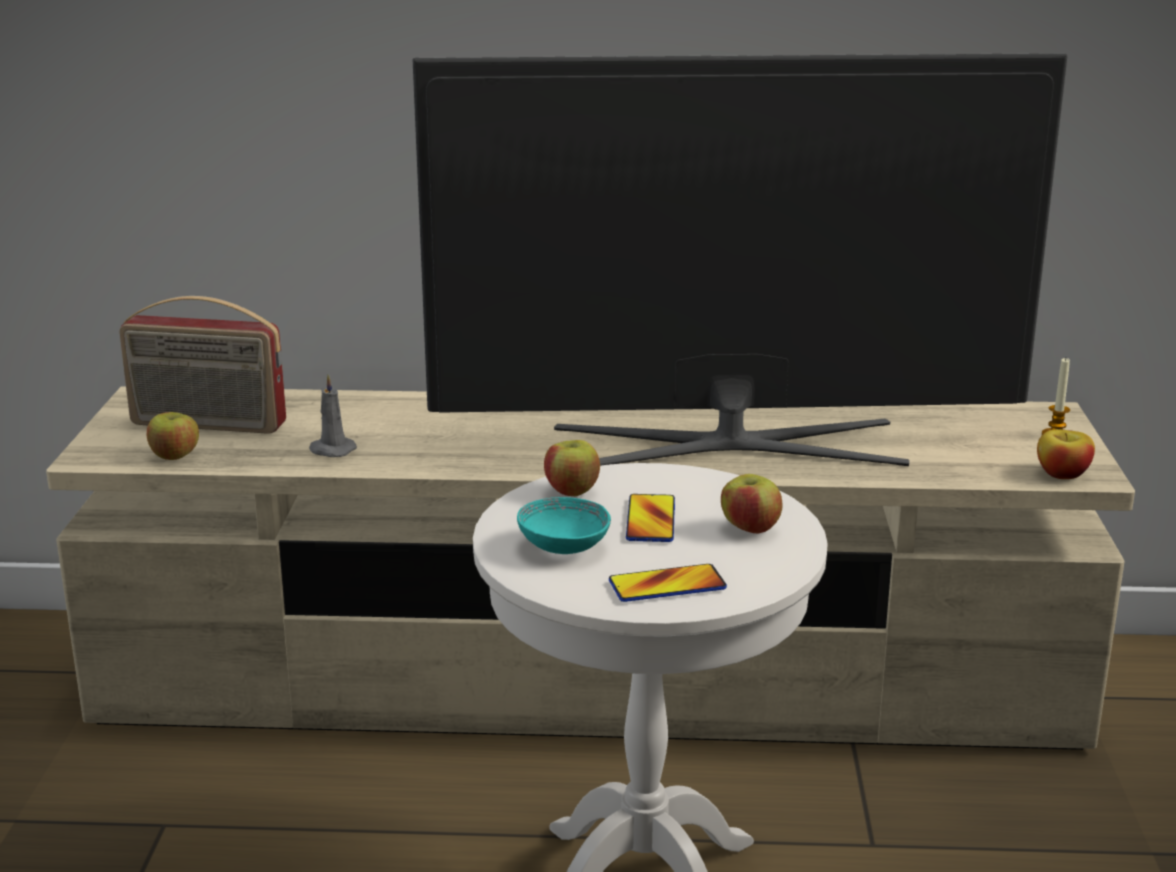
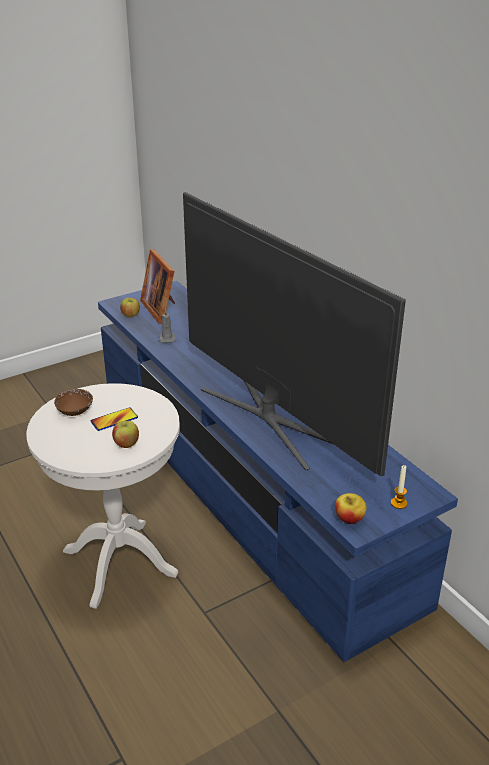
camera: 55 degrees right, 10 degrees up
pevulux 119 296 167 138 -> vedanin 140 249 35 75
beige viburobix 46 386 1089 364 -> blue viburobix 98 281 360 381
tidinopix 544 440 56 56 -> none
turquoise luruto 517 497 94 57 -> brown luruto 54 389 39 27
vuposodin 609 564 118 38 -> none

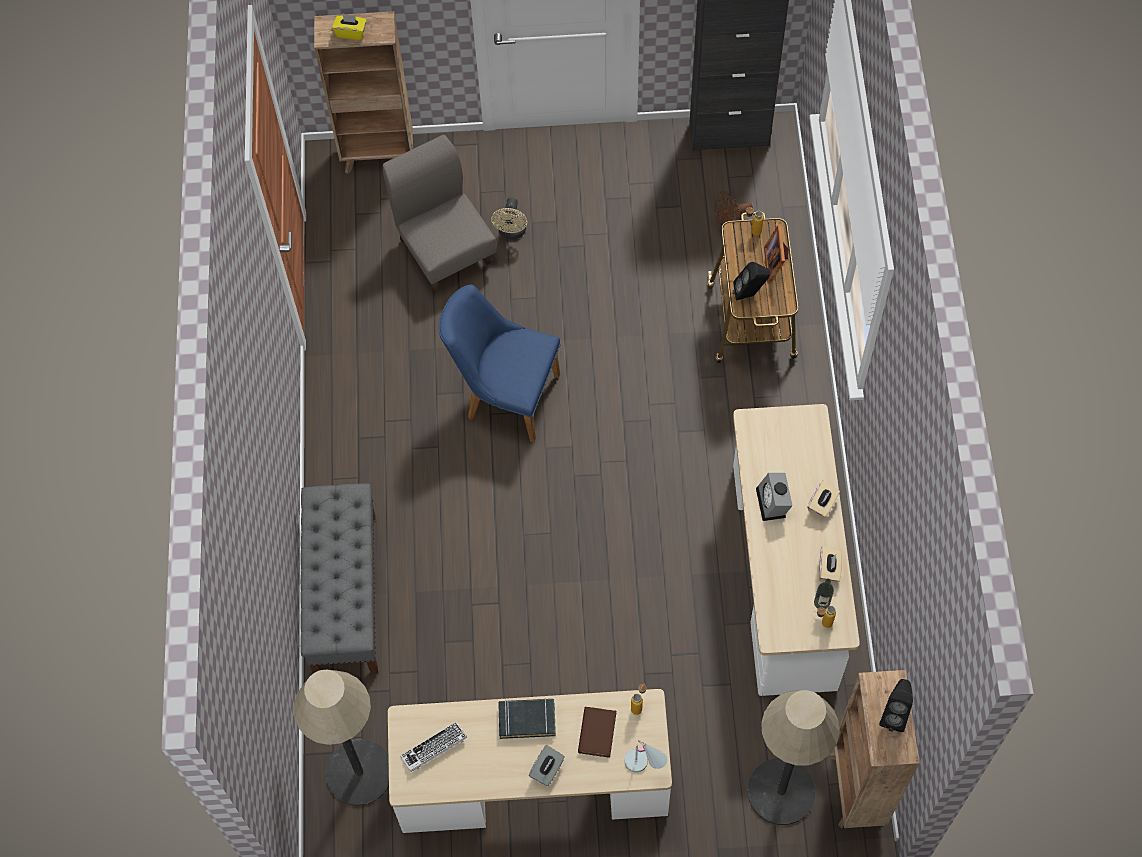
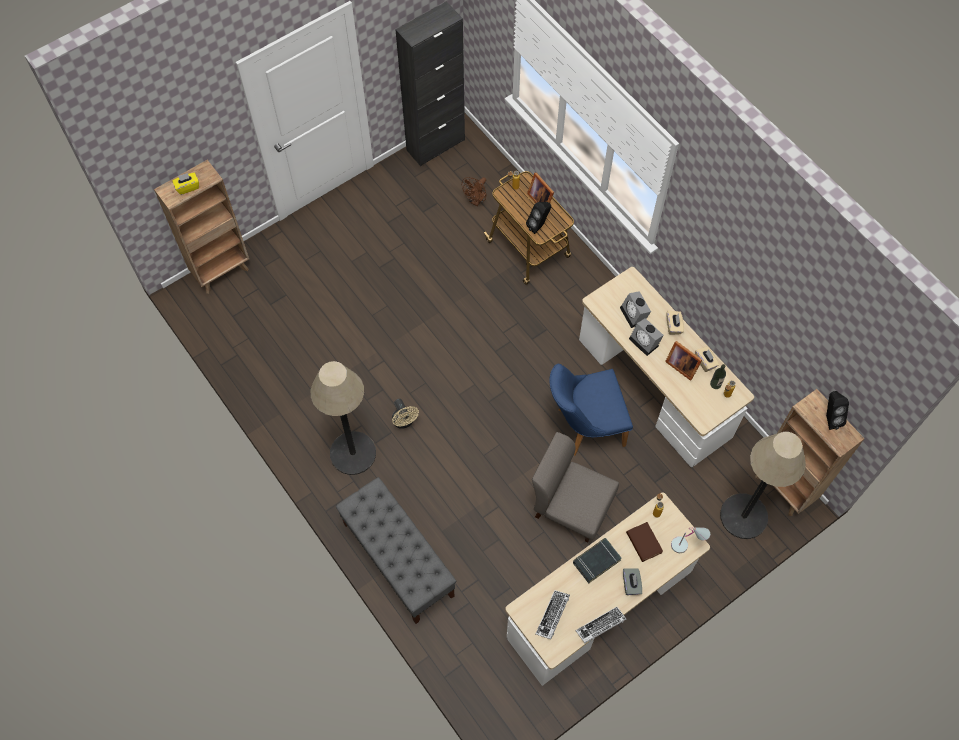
camera: 35 degrees left, 0 degrees up
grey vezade 383 135 114 158 -> grey vezade 532 432 87 110, relocated
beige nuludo 491 197 36 42 -> beige nuludo 392 399 27 30, relocated
blue vezade 439 285 121 157 -> blue vezade 549 363 84 93, relocated
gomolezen 294 670 95 136 -> gomolezen 311 361 65 114, relocated
none -> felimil 620 291 31 37
none -> vedanin 665 341 37 40
none -> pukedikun 575 607 51 36

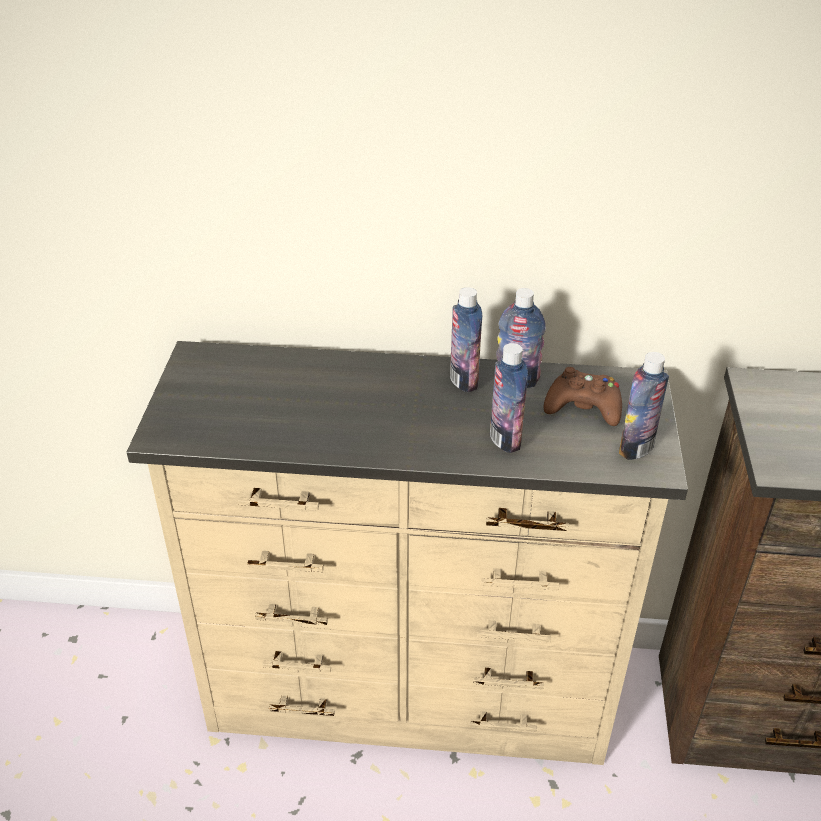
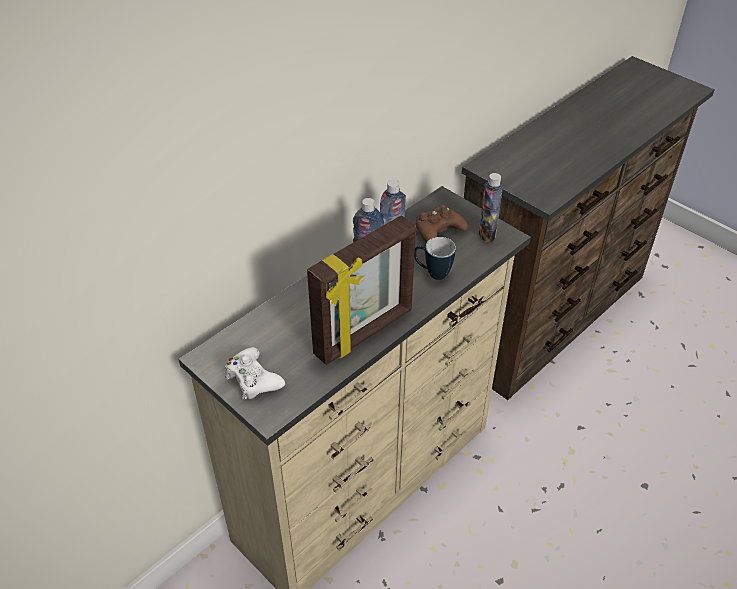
camera: 50 degrees left, 5 degrees up
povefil 490 343 38 110 -> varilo 414 237 42 43
none -> vedanin 307 215 109 150
none -> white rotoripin 225 347 60 53

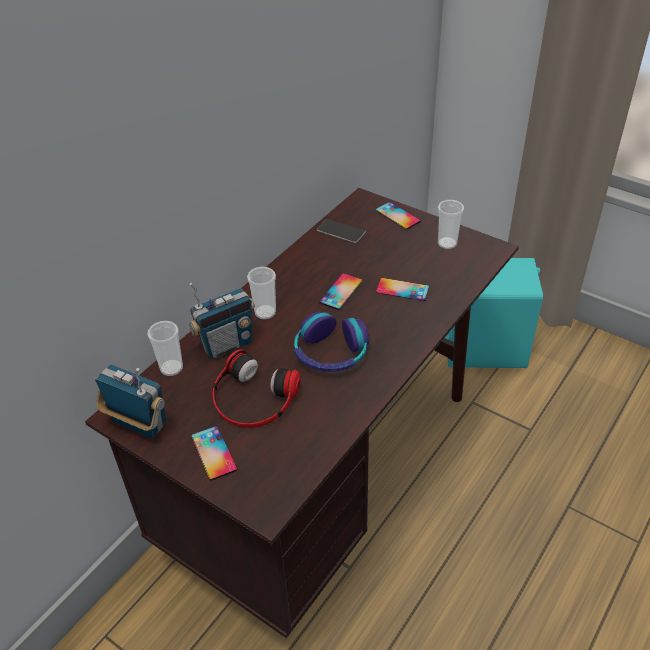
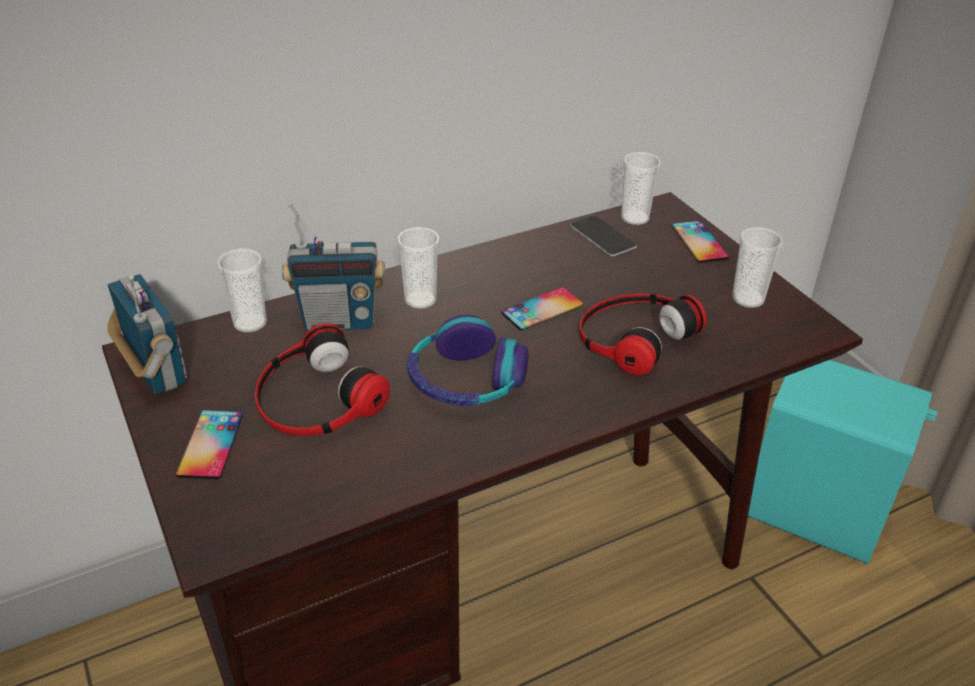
camera: 25 degrees right, 5 degrees down
vuposodin 376 278 53 23 -> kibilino 579 293 128 83
none -> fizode 621 152 40 73

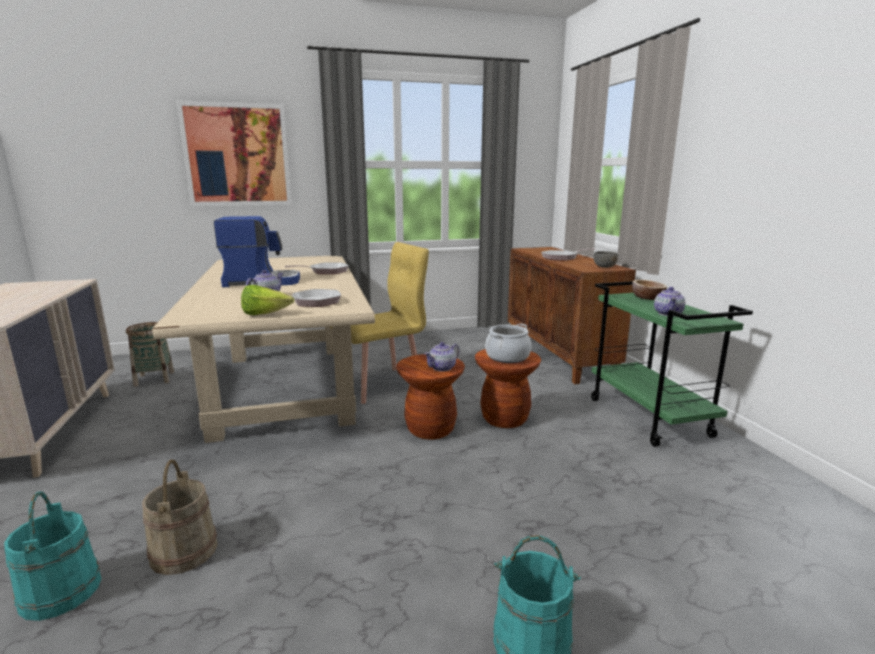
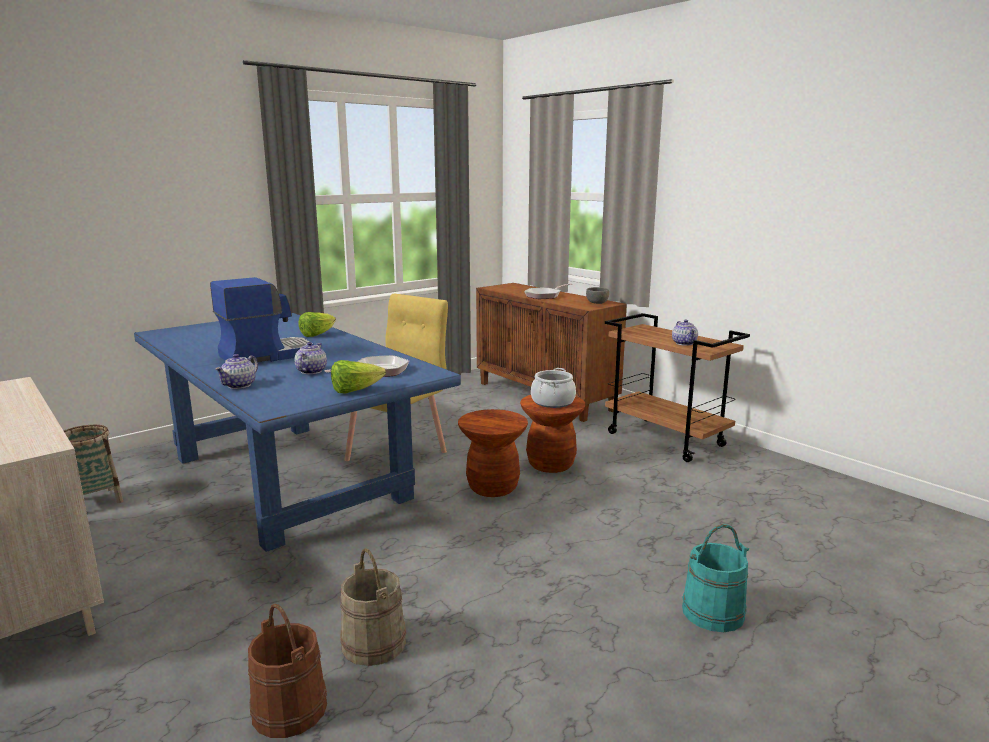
camera: 25 degrees left, 0 degrees up
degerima 176 101 116 105 -> none
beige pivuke 152 256 223 187 -> blue pivuke 134 313 327 239
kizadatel 285 263 64 11 -> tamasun 298 312 38 25
luruto 632 280 35 20 -> none
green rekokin 591 281 162 166 -> brown rekokin 605 313 145 149
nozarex 424 342 36 30 -> nozarex 215 354 43 35, relocated
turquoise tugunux 4 492 98 129 -> brown tugunux 248 604 79 134

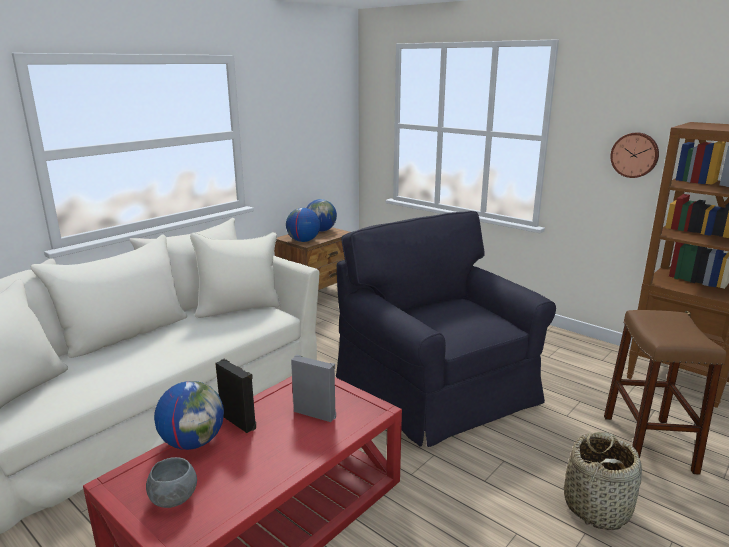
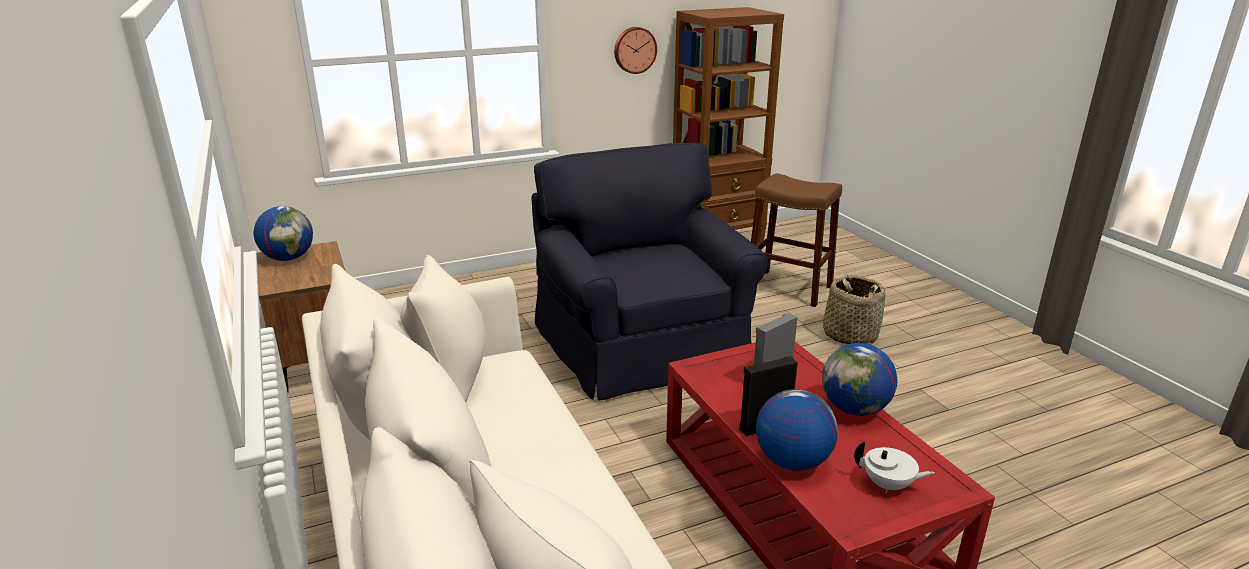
camera: 65 degrees left, 5 degrees up
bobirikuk 286 208 34 34 -> bobirikuk 822 343 75 73, relocated
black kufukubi 336 211 220 236 -> black kufukubi 531 143 237 257, 75 degrees clockwise
grey luruto 146 457 51 51 -> white nozarex 854 441 81 53

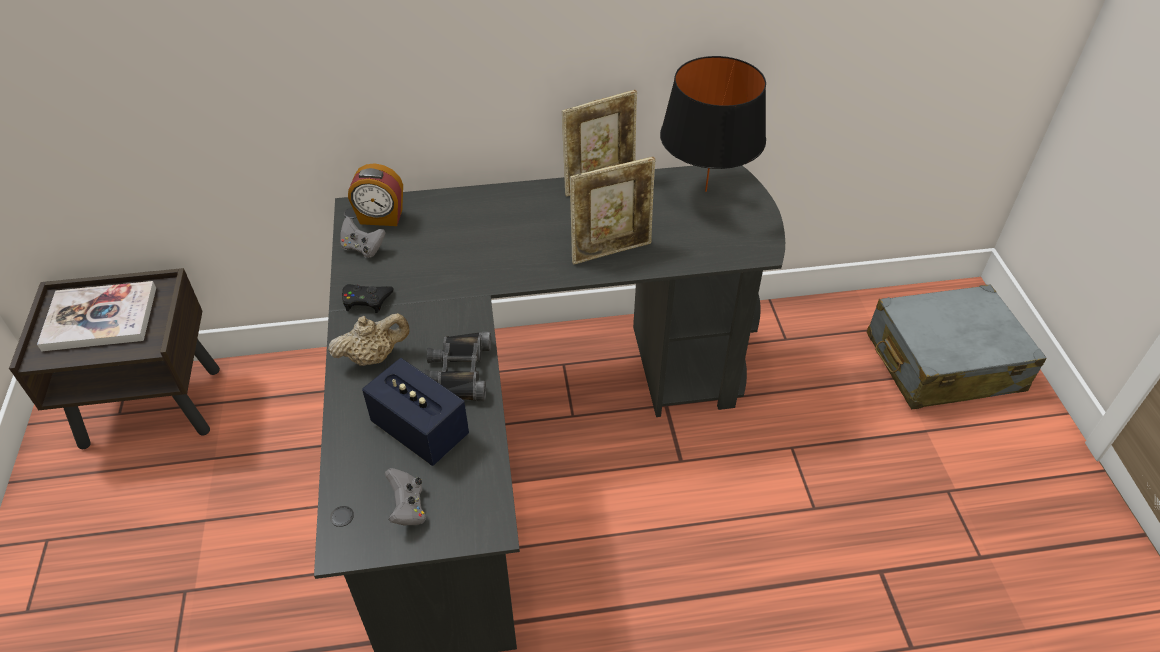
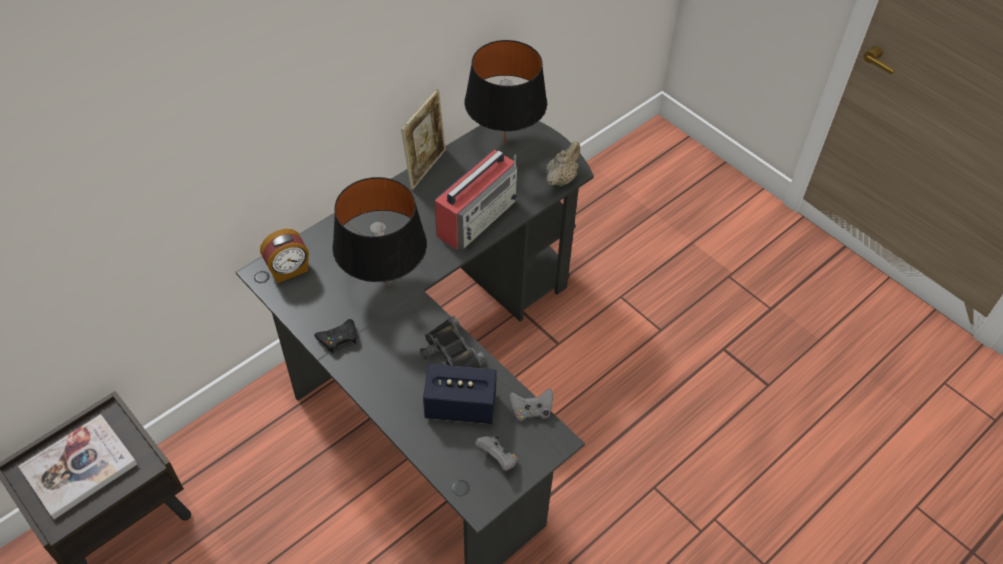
camera: 35 degrees left, 5 degrees up
vedanin 570 157 86 108 -> pevulux 435 150 83 100
grey rotoripin 340 216 46 42 -> grey rotoripin 509 388 44 33, relocated
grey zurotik 867 284 179 125 -> none
beige nozarex 328 313 82 53 -> beige nozarex 546 141 34 45, relocated
none -> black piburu 332 177 95 107

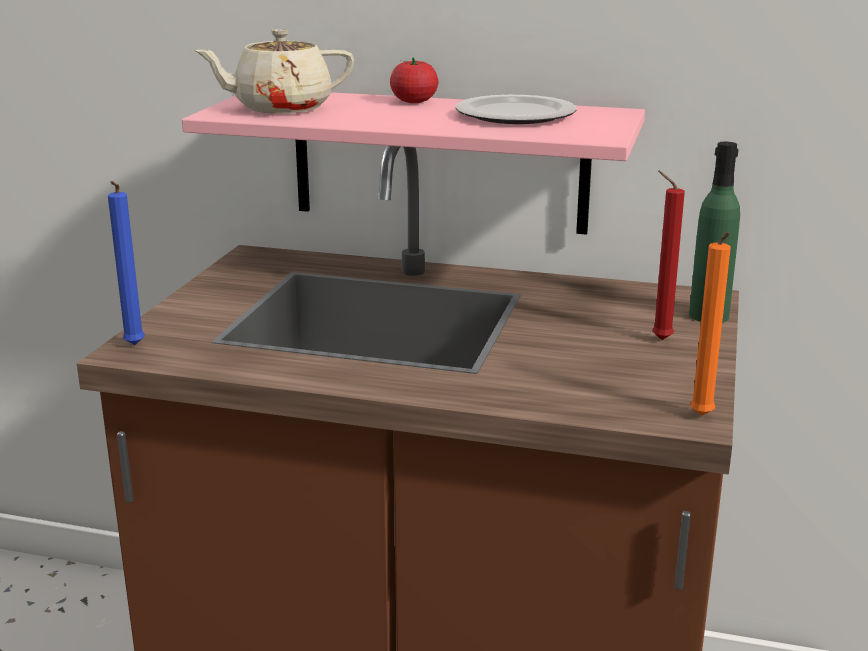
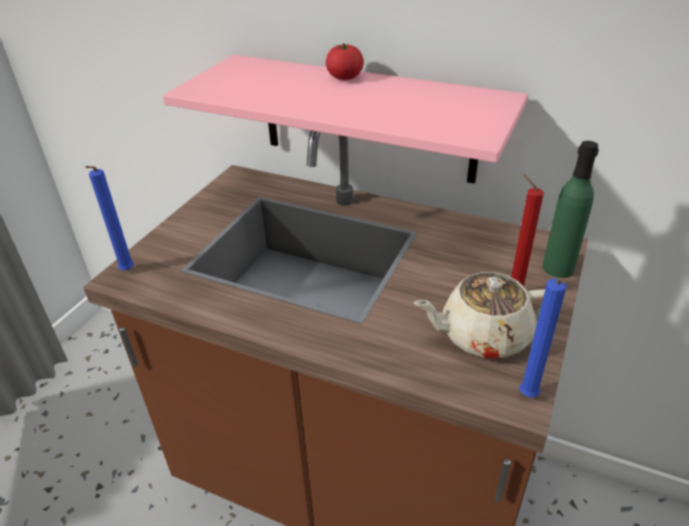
camera: 10 degrees right, 15 degrees up
beige nozarex 194 29 160 85 -> beige nozarex 413 272 132 86, relocated
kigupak 456 95 121 29 -> none
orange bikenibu 690 232 41 184 -> blue bikenibu 519 279 48 118

